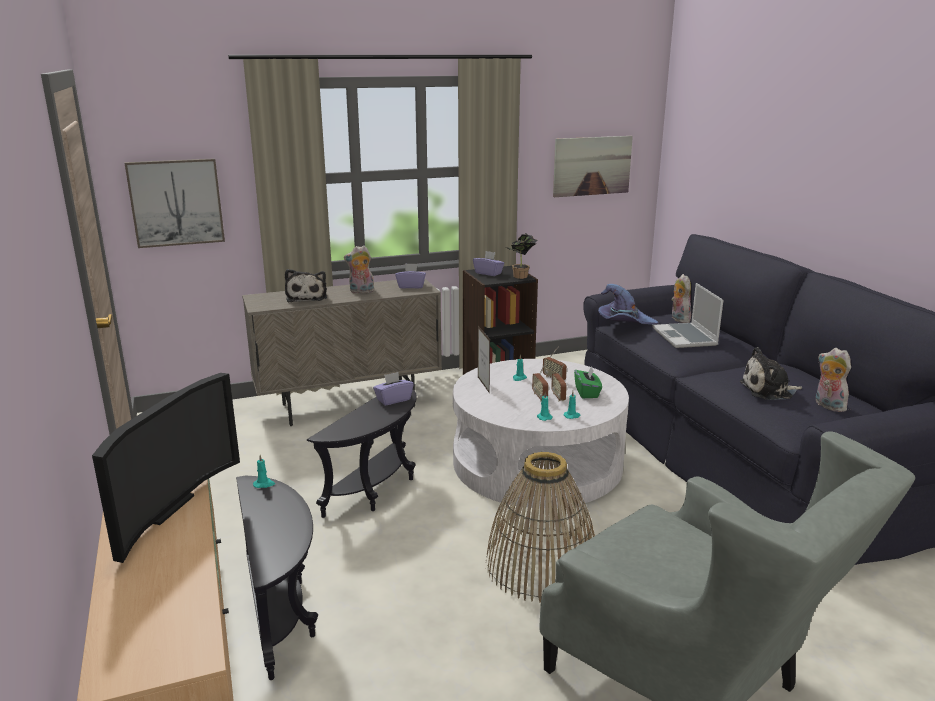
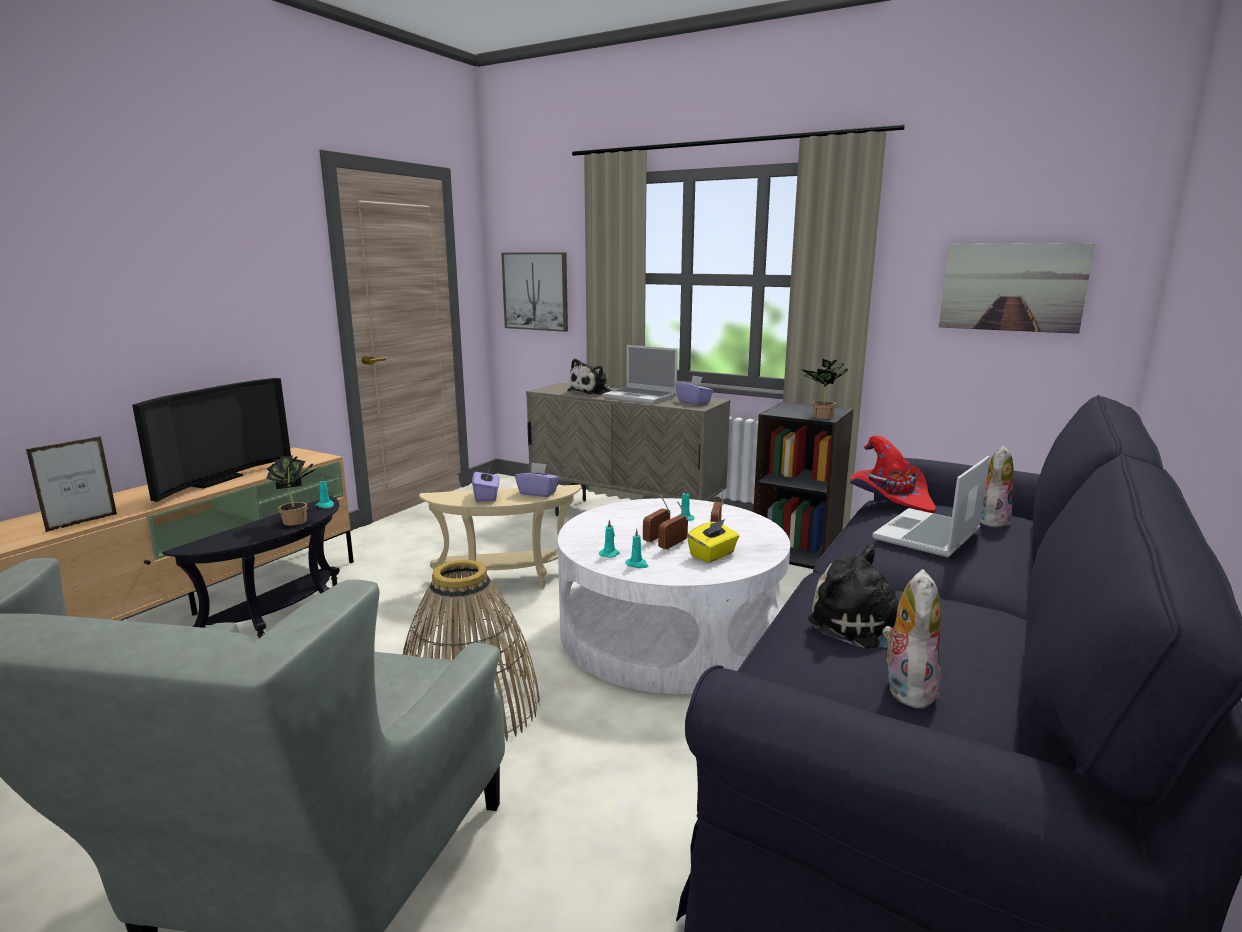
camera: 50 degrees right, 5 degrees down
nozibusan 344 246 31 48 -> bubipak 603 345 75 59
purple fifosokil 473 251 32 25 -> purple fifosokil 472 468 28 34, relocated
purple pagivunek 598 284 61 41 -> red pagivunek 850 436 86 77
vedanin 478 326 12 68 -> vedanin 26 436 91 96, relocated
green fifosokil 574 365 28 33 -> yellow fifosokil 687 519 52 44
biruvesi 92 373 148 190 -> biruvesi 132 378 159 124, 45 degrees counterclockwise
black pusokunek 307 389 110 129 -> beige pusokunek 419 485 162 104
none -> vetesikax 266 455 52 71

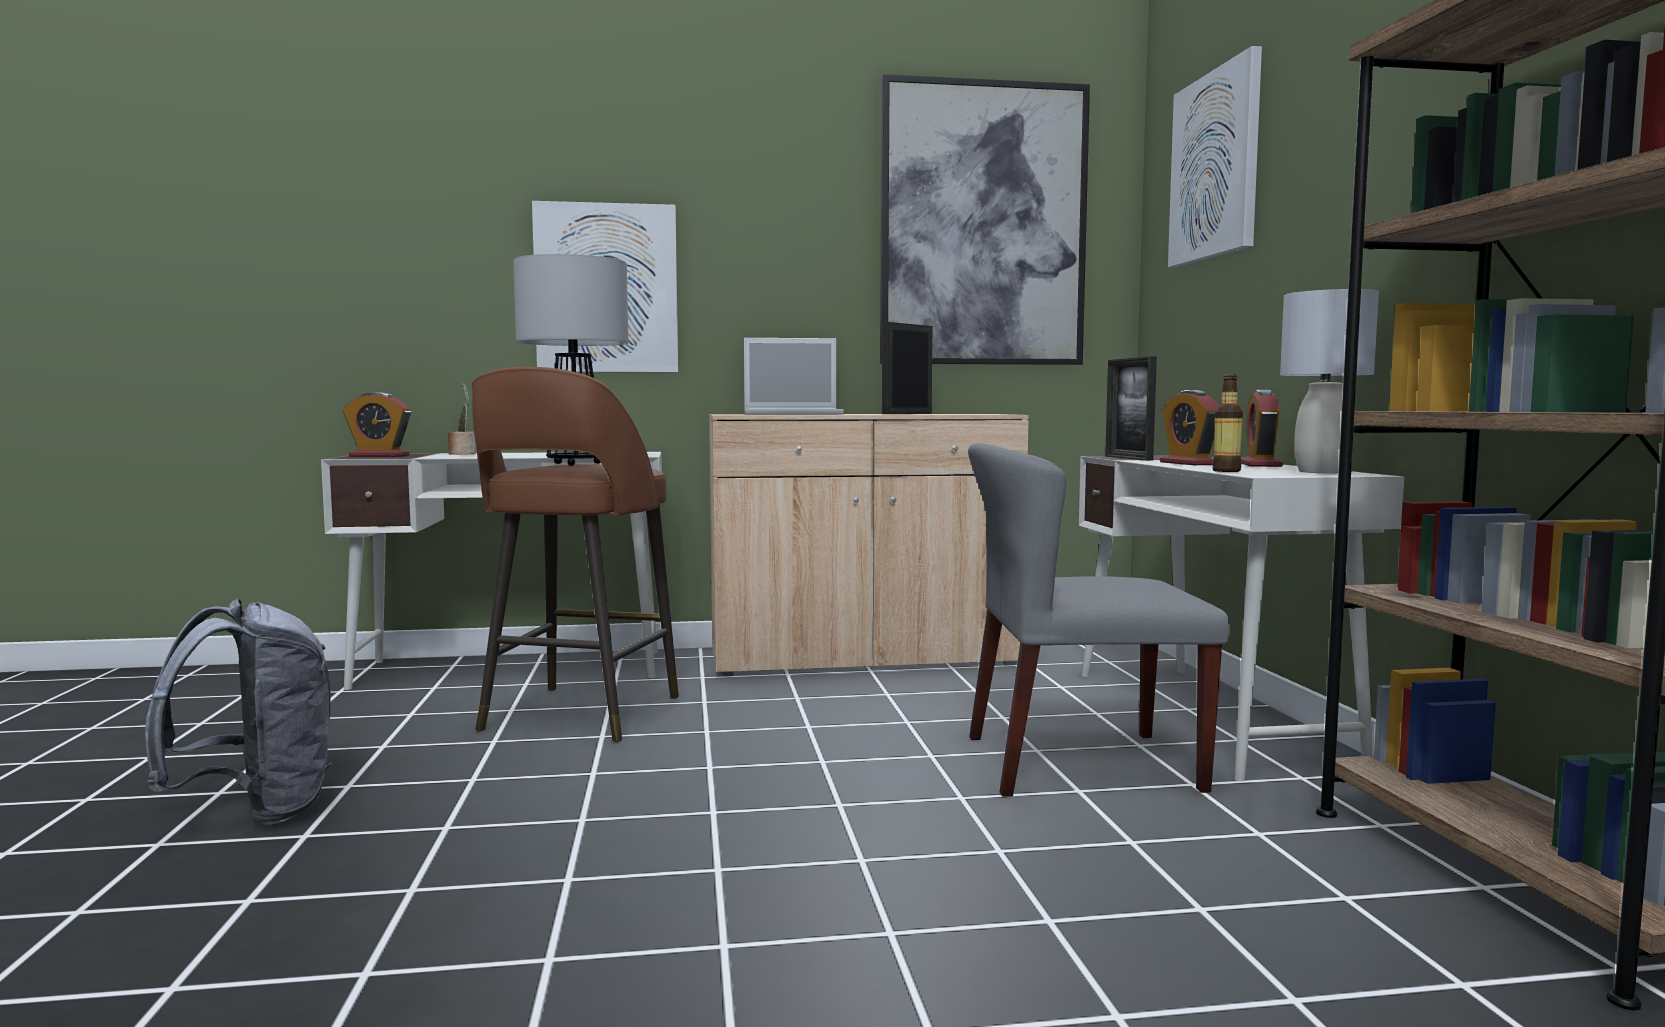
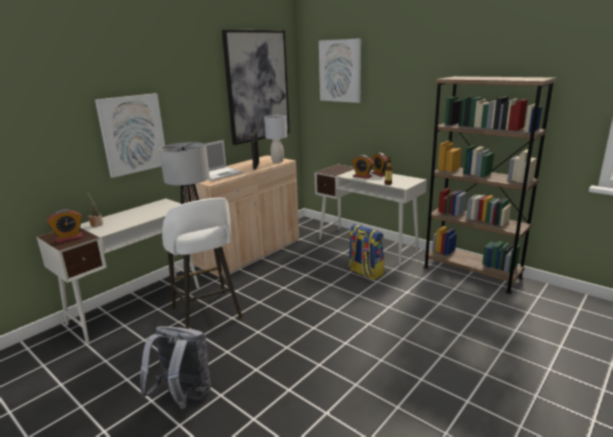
camera: 40 degrees left, 15 degrees up
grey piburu 1280 289 99 184 -> grey piburu 264 115 23 48, relocated
vedanin 1105 357 52 104 -> none
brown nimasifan 472 367 207 375 -> white nimasifan 162 198 81 131
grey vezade 968 443 262 354 -> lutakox 348 224 36 56

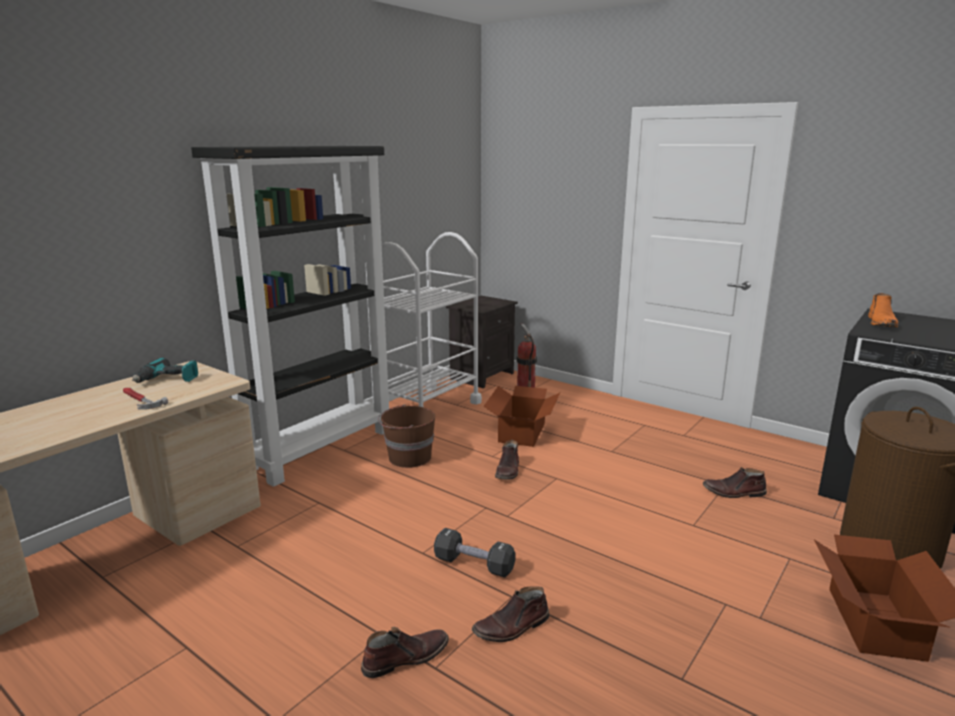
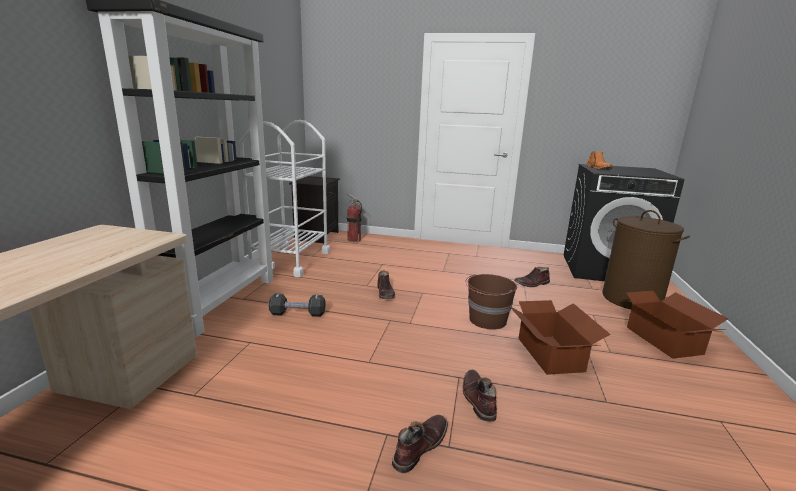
camera: 25 degrees left, 0 degrees up
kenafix 132 358 66 25 -> none
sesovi 484 386 76 61 -> sesovi 510 300 101 75, relocated
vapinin 123 388 45 22 -> none
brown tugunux 378 404 57 64 -> brown tugunux 465 274 52 56, relocated
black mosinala 434 528 82 50 -> black mosinala 268 293 57 24, relocated
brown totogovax 472 586 77 56 -> brown totogovax 463 370 34 52, 135 degrees clockwise

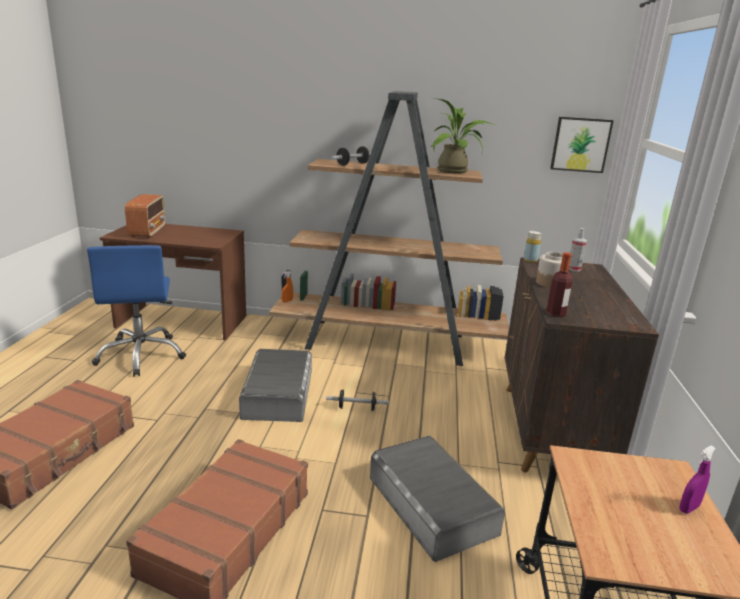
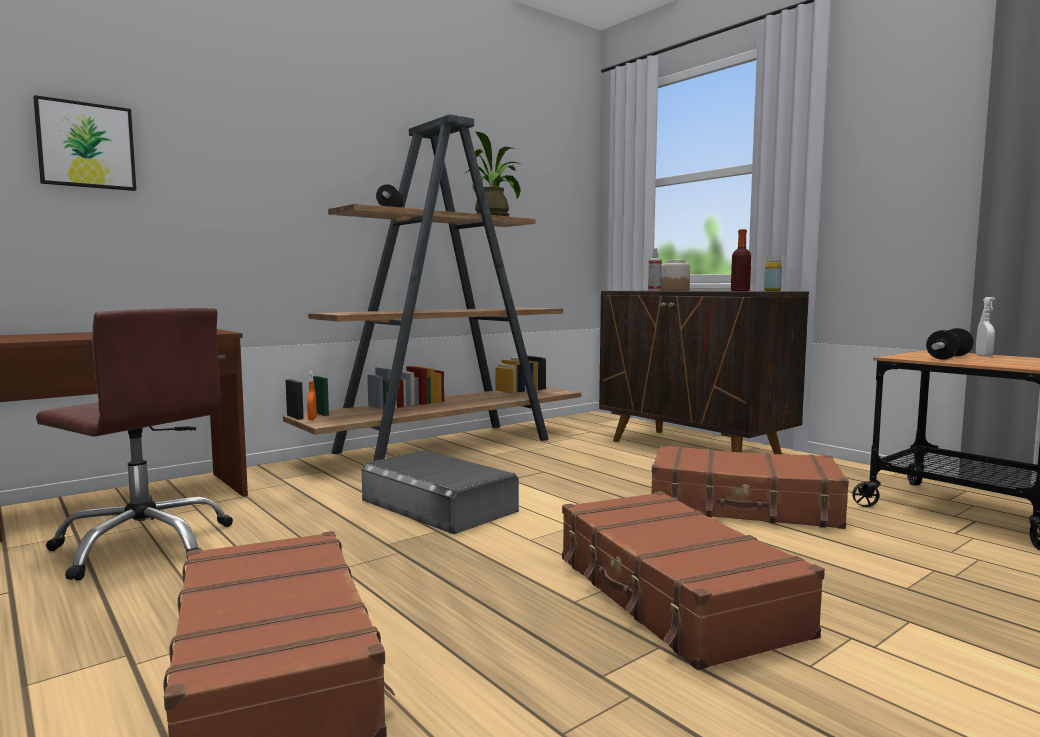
camera: 45 degrees left, 15 degrees down
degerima 550 117 64 56 -> degerima 33 95 103 96, relocated
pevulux 125 194 41 44 -> none
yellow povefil 524 231 17 32 -> yellow povefil 764 256 18 35, relocated
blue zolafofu 87 245 99 132 -> brown zolafofu 36 308 197 273
mosinala 326 389 63 22 -> mosinala 926 328 48 32, relocated
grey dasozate 370 436 135 126 -> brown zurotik 652 445 197 84
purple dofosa 679 445 37 69 -> white dofosa 976 297 19 59

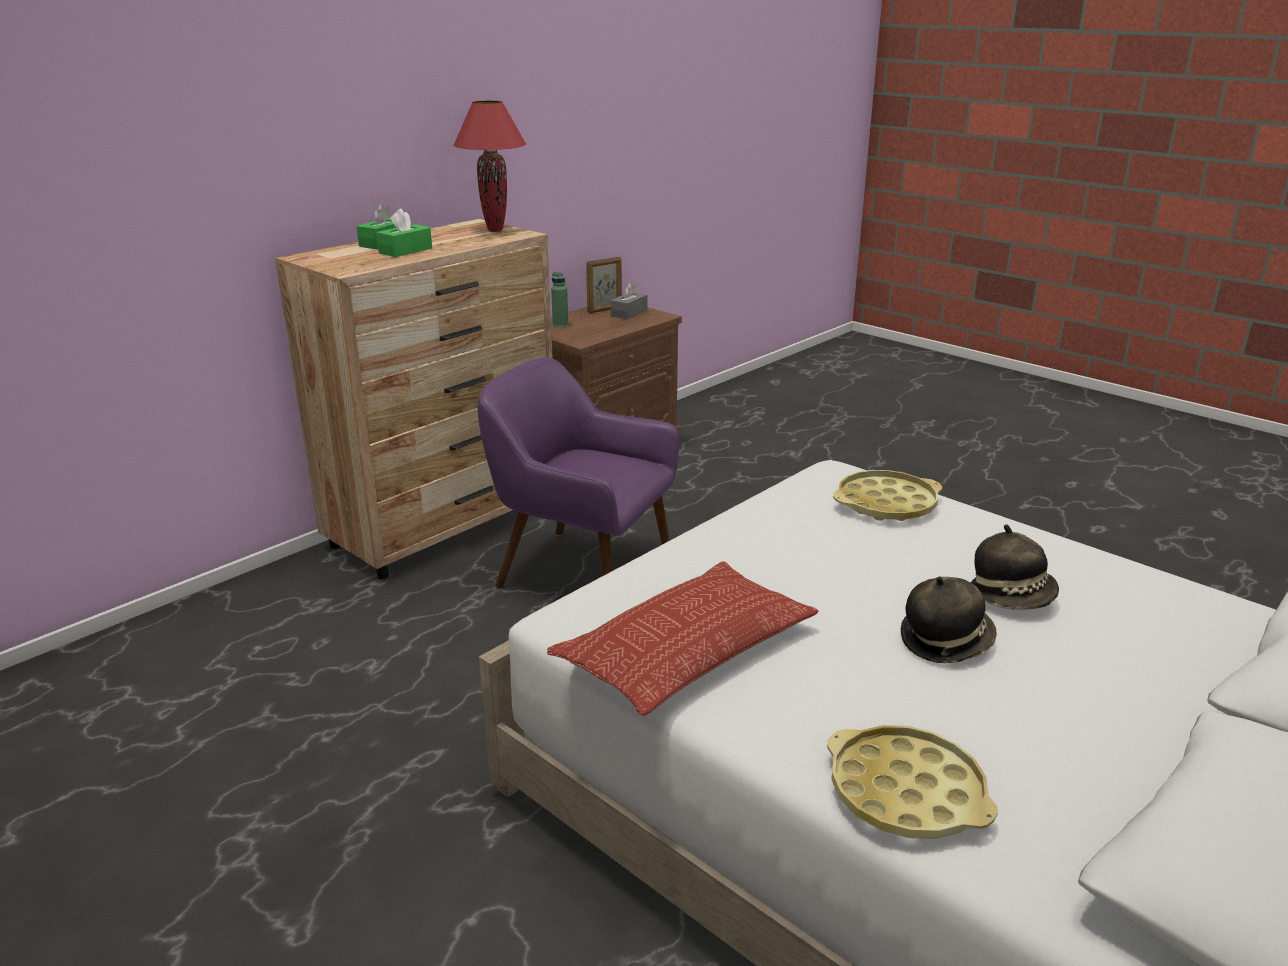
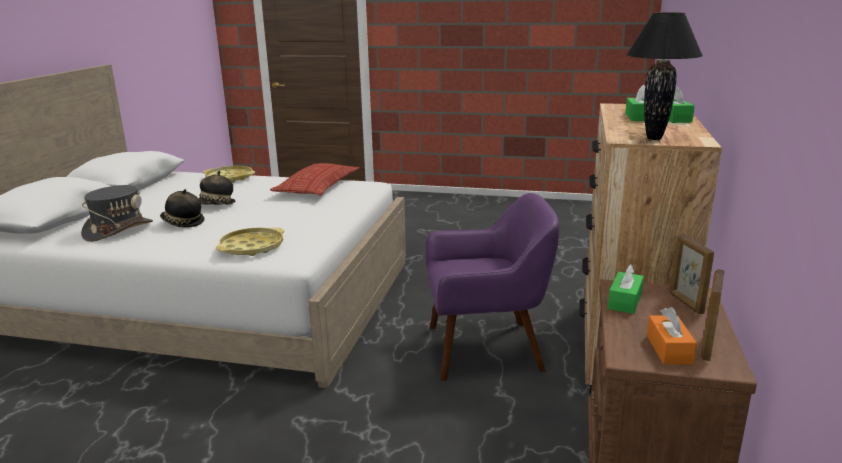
camera: 150 degrees right, 5 degrees down
red piburu 453 100 73 132 -> black piburu 626 12 77 128
green povefil 551 272 17 55 -> vedanin 669 234 45 80
grey fifosokil 611 282 37 37 -> orange fifosokil 647 307 50 57
none -> grey pagivunek 81 185 72 57
none -> green fifosokil 608 264 36 50

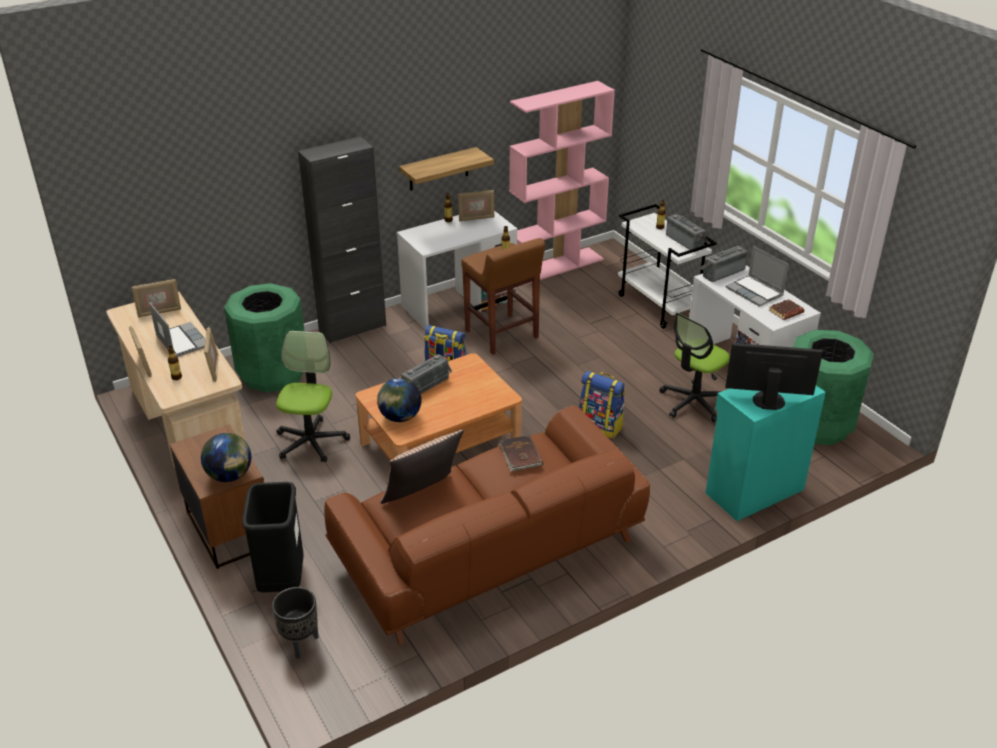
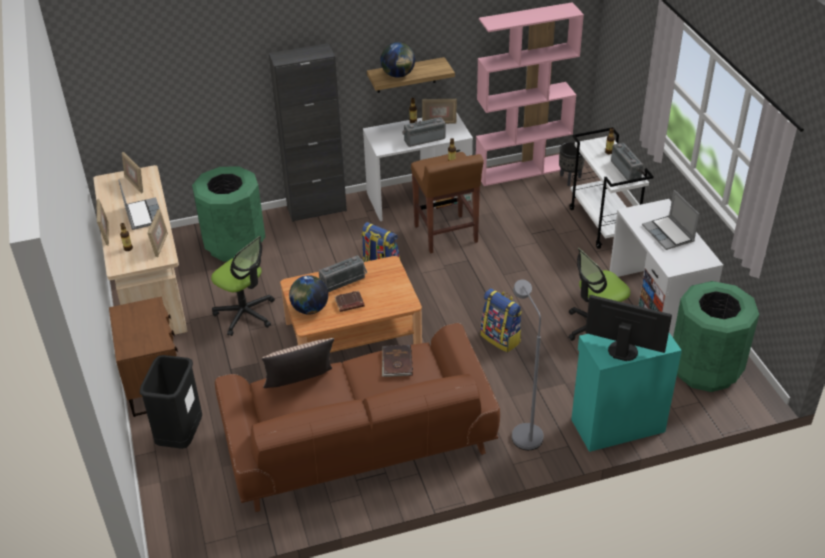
camera: 15 degrees right, 5 degrees up
pevulux 700 246 48 36 -> pevulux 402 117 43 30, relocated
vedanin 132 279 49 39 -> vedanin 122 152 21 41, 60 degrees clockwise
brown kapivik 769 299 35 21 -> brown kapivik 334 291 31 21, relocated
zolafofu 276 331 74 131 -> zolafofu 211 236 64 100, 105 degrees clockwise
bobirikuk 201 433 50 49 -> bobirikuk 380 42 35 36, relocated
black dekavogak 272 587 46 72 -> black dekavogak 559 142 26 44, relocated
none -> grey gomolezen 512 280 32 170

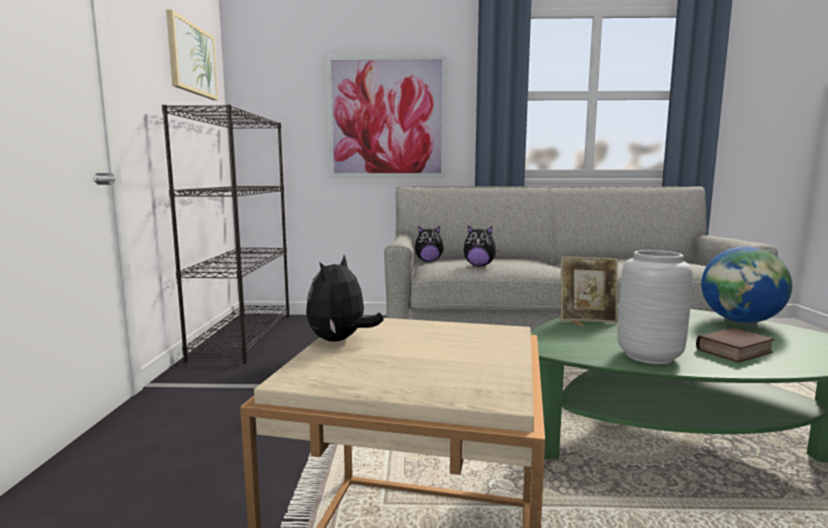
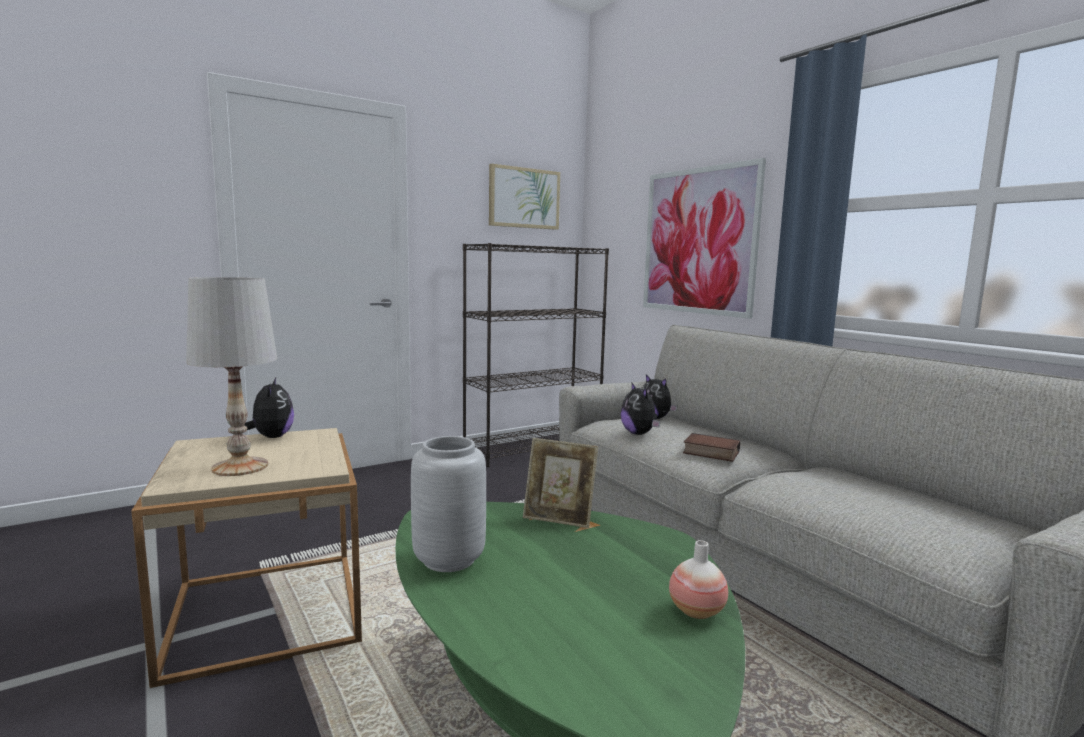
camera: 55 degrees right, 0 degrees up
bobirikuk 701 246 91 77 -> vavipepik 669 540 59 79
nozibusan 306 255 78 87 -> nozibusan 244 378 50 60, 90 degrees clockwise
vedanin 561 256 57 67 -> vedanin 523 438 75 90, 45 degrees counterclockwise
kapivik 696 327 78 36 -> kapivik 683 433 57 29, relocated
none -> white piburu 186 277 91 199

